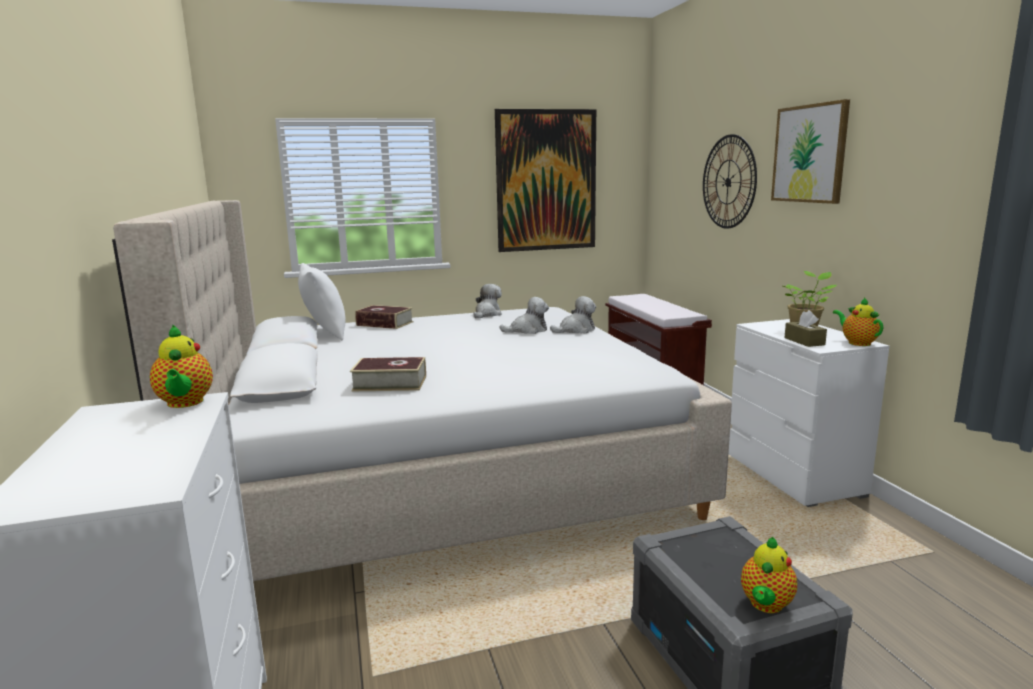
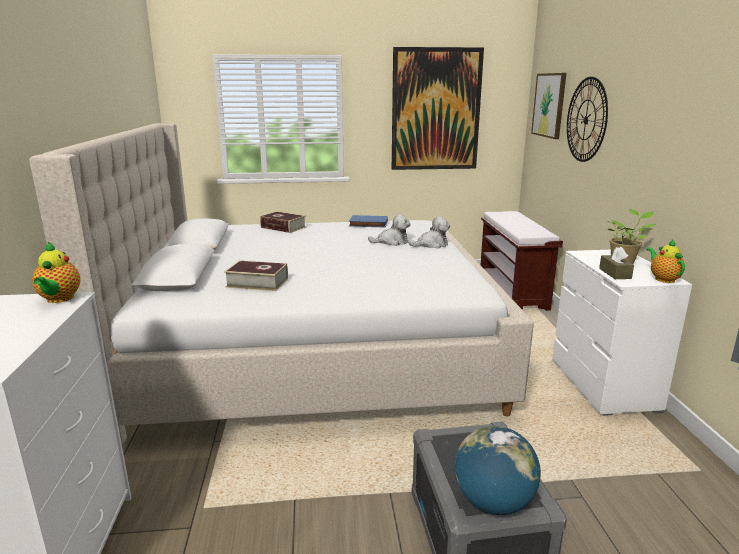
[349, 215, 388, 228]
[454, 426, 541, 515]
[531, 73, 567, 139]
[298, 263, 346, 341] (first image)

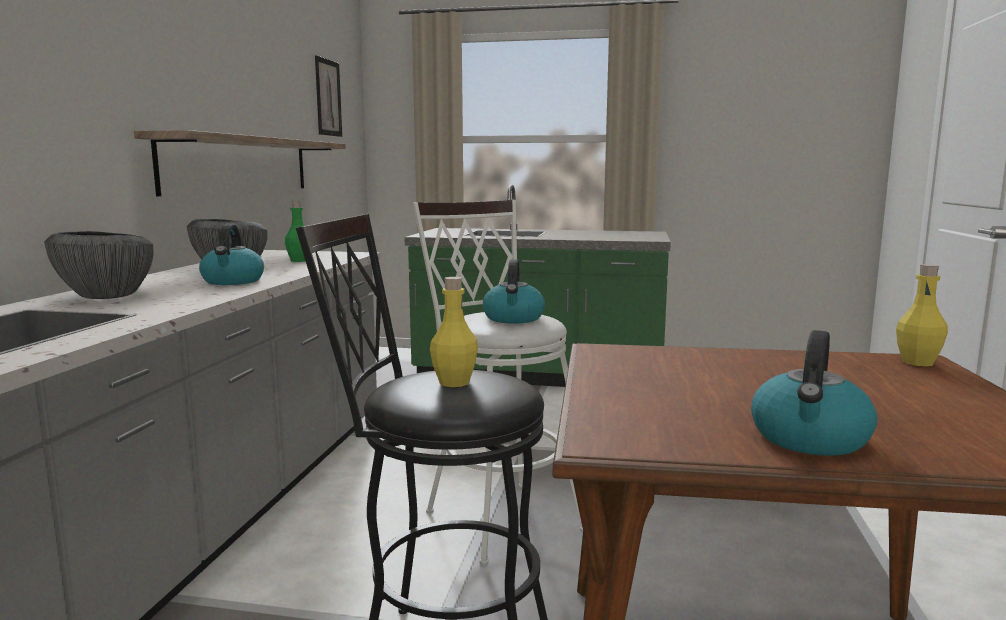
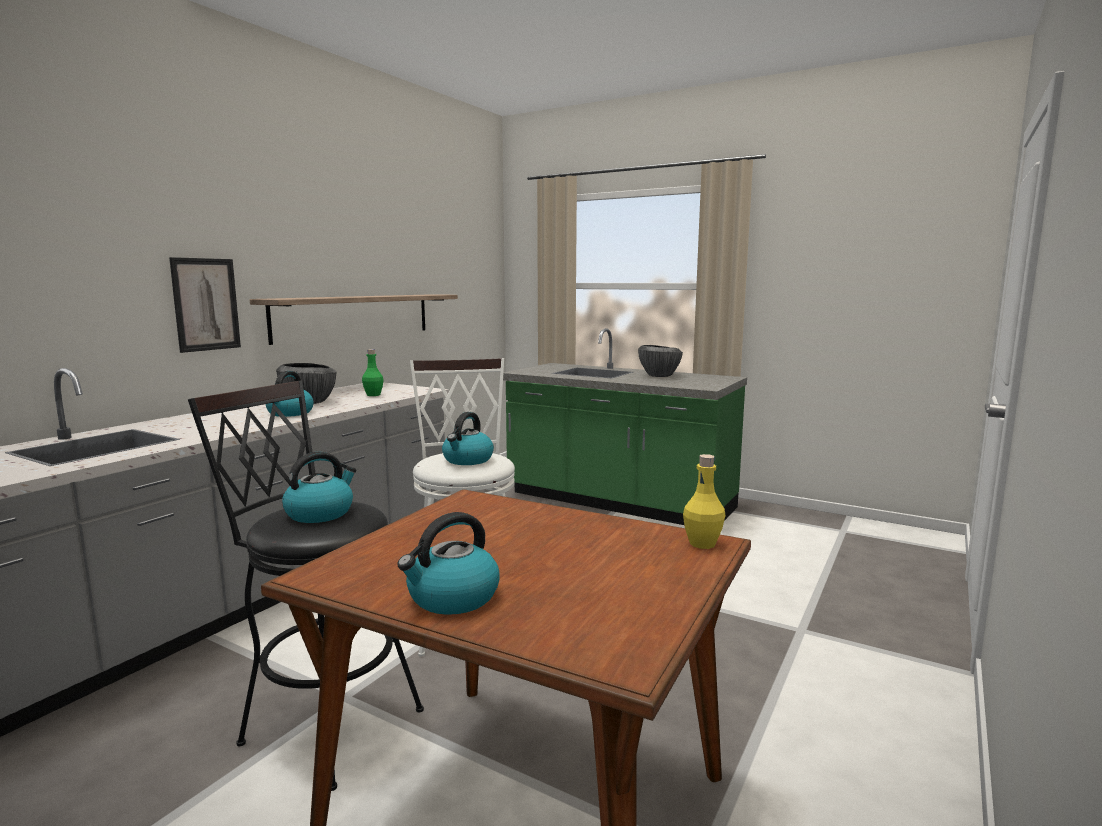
[169, 257, 241, 353]
[282, 452, 357, 523]
[638, 345, 683, 377]

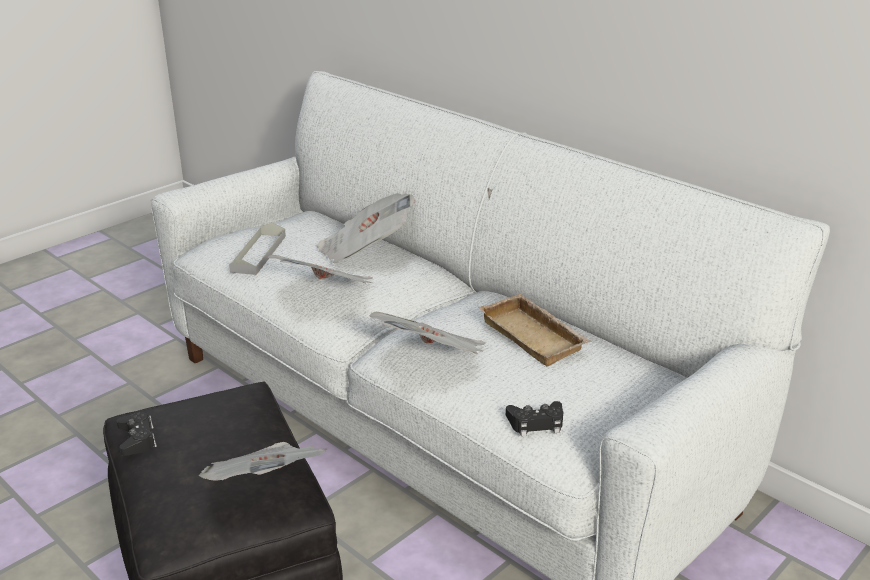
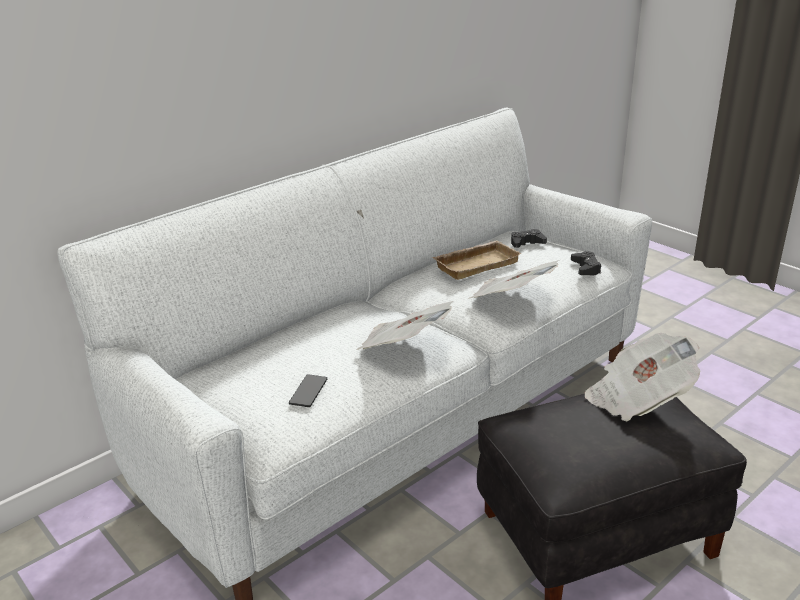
[289, 374, 327, 407]
[511, 229, 547, 248]
[317, 193, 415, 263] (first image)

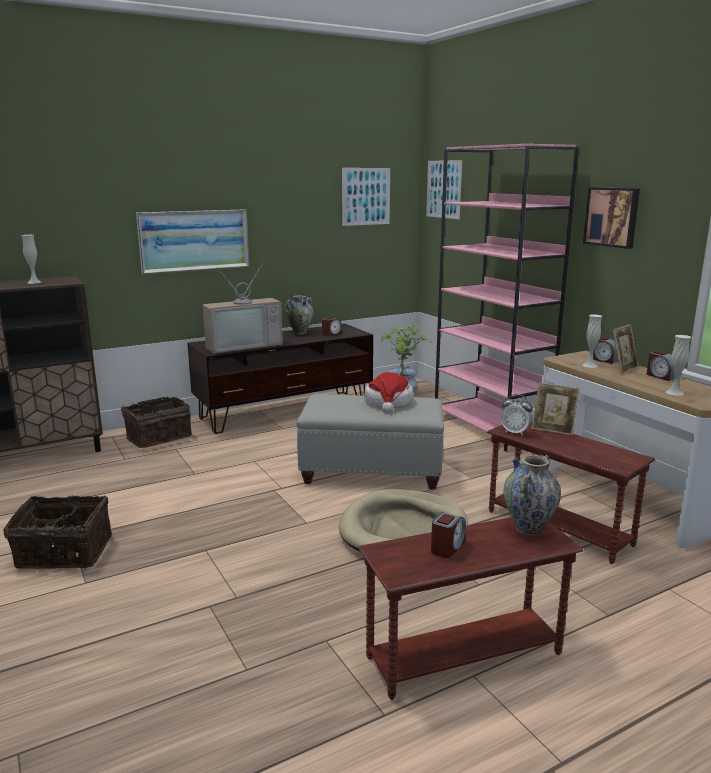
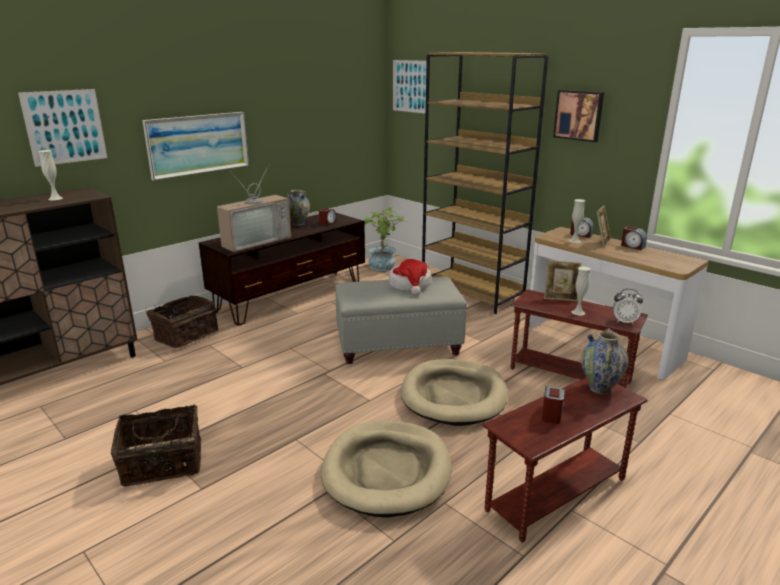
[18, 89, 107, 167]
[321, 421, 452, 517]
[422, 52, 549, 314]
[572, 266, 591, 316]
[613, 289, 643, 324]

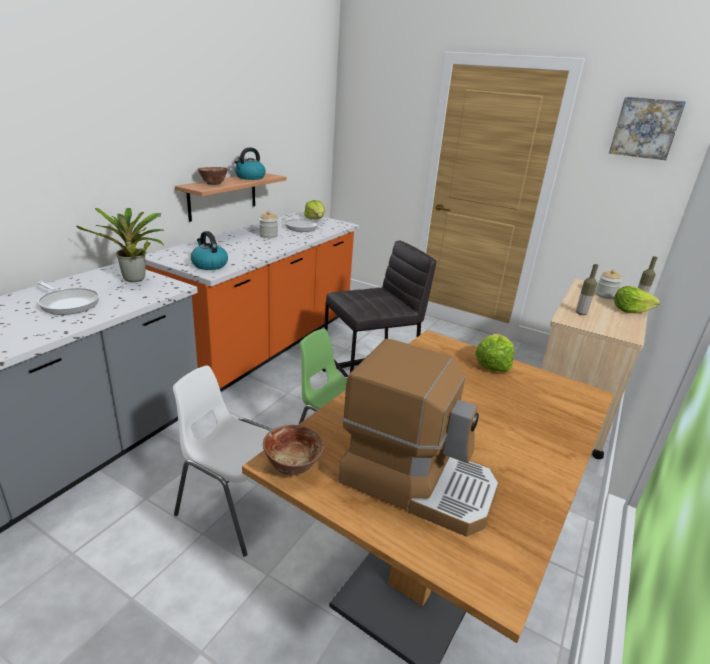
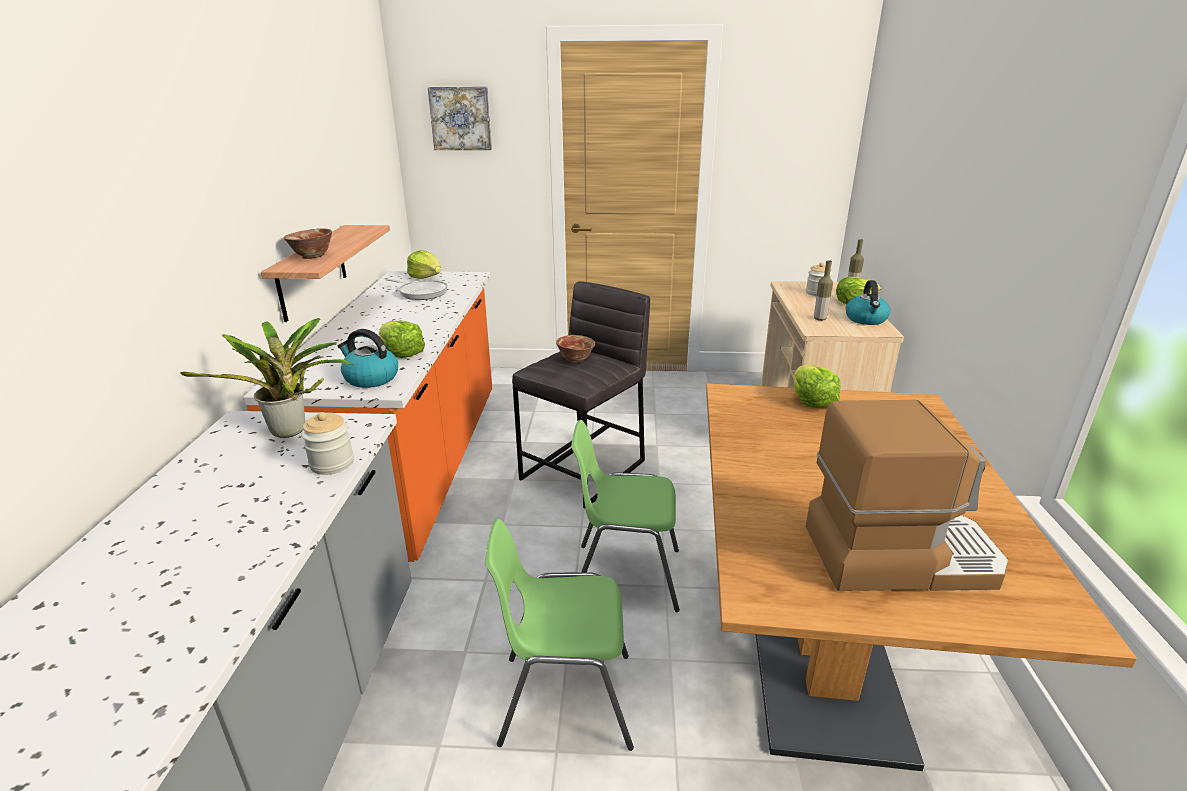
[301, 412, 354, 475]
[379, 321, 425, 358]
[428, 87, 492, 150]
[485, 519, 634, 751]
[556, 335, 595, 363]
[846, 280, 890, 325]
[38, 281, 99, 315] (first image)

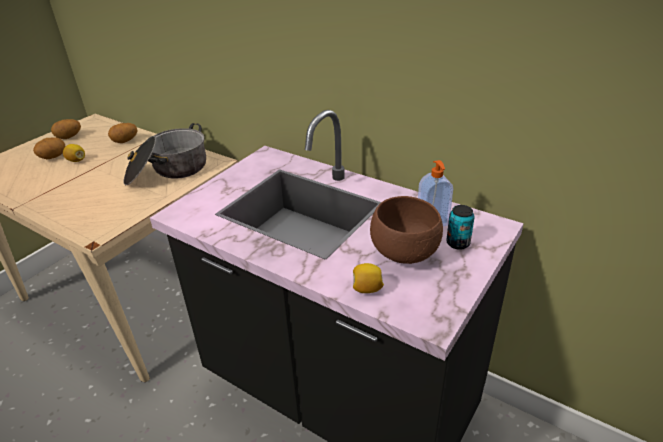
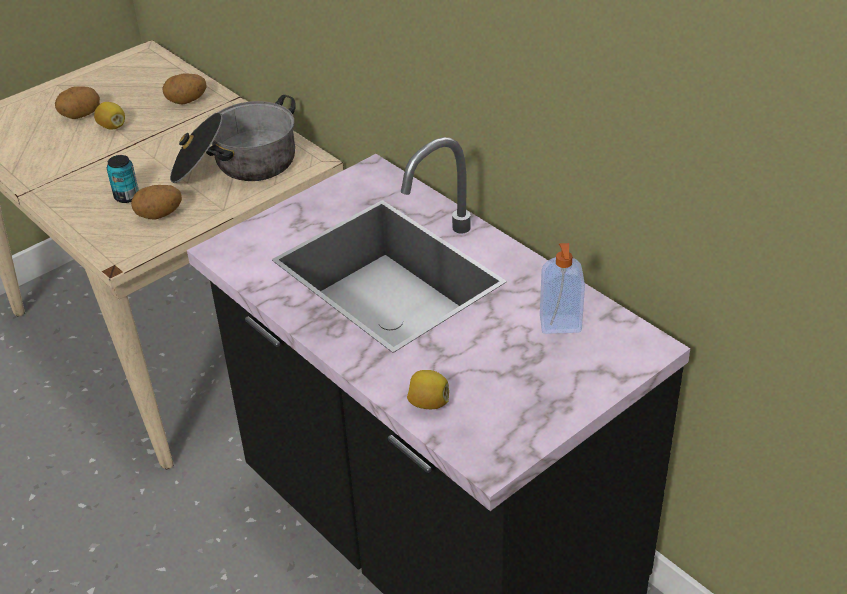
[107, 155, 139, 203]
[131, 185, 182, 220]
[370, 196, 443, 264] (first image)

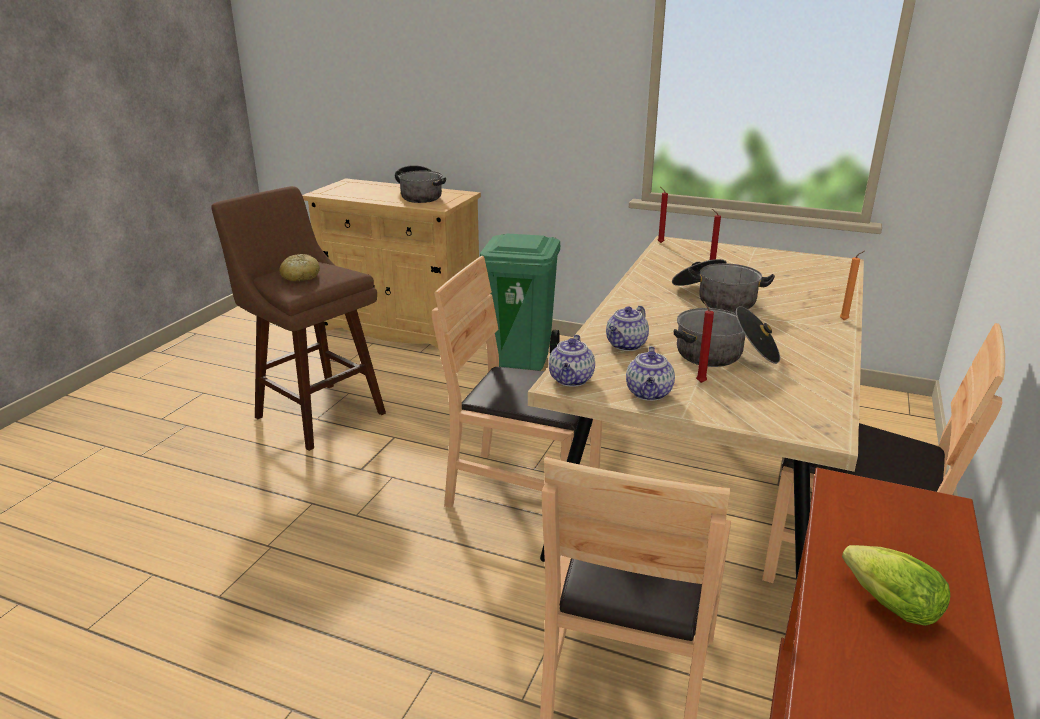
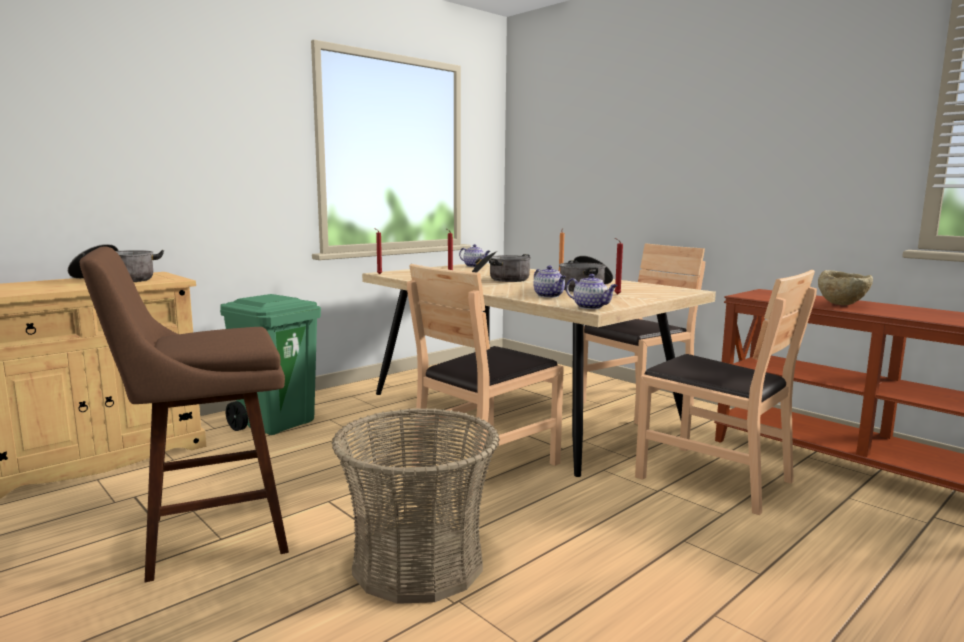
[331, 408, 500, 604]
[459, 244, 490, 267]
[818, 270, 873, 305]
[279, 254, 320, 281] (first image)

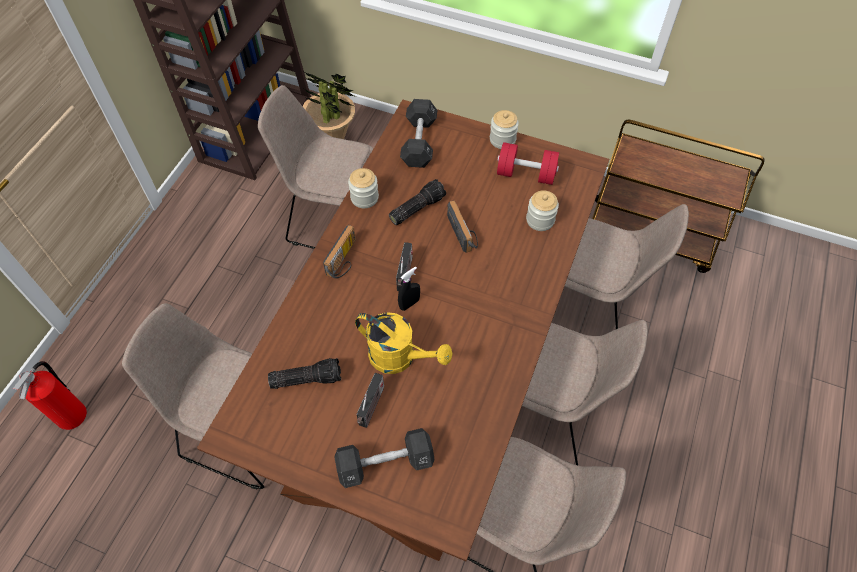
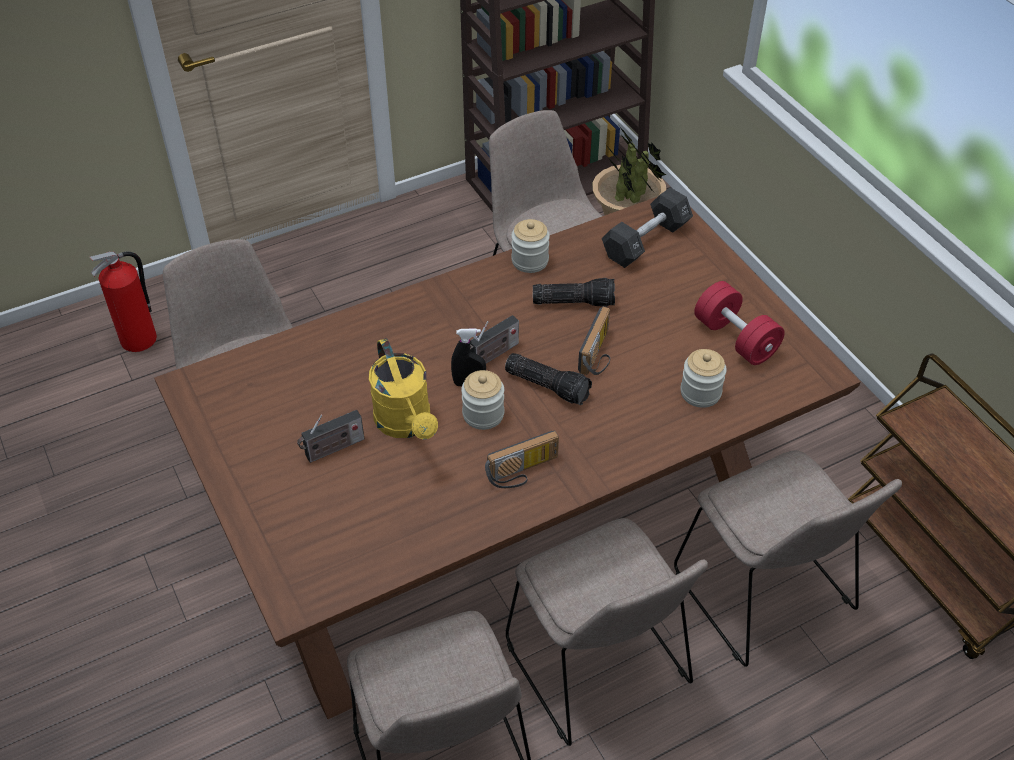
[461, 370, 504, 430]
[485, 431, 559, 488]
[505, 353, 592, 405]
[335, 428, 435, 488] (first image)

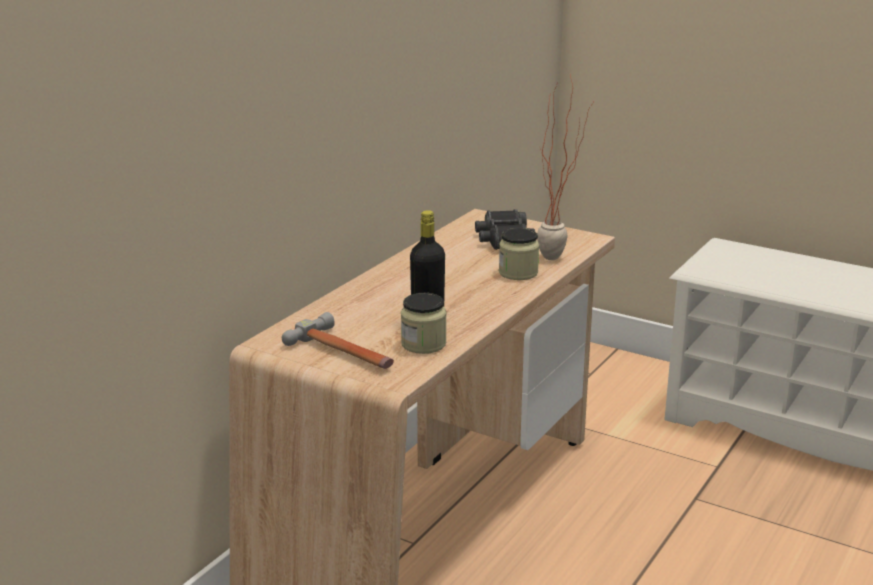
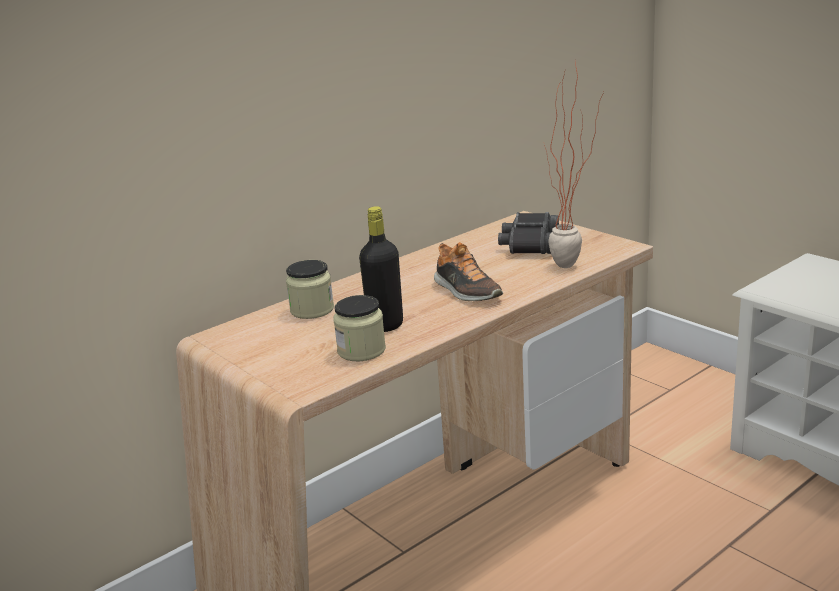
[286, 260, 334, 319]
[434, 242, 503, 301]
[282, 312, 394, 369] (first image)

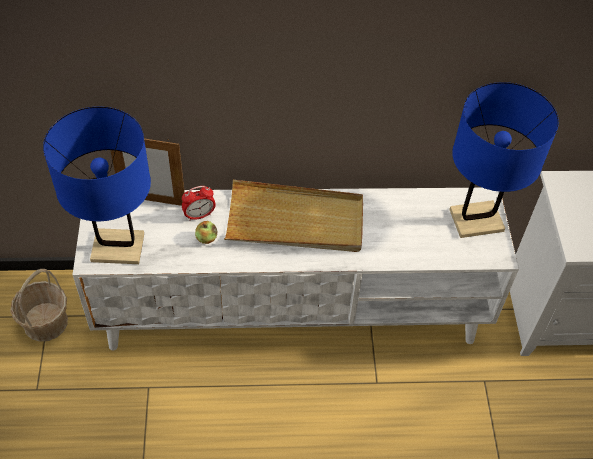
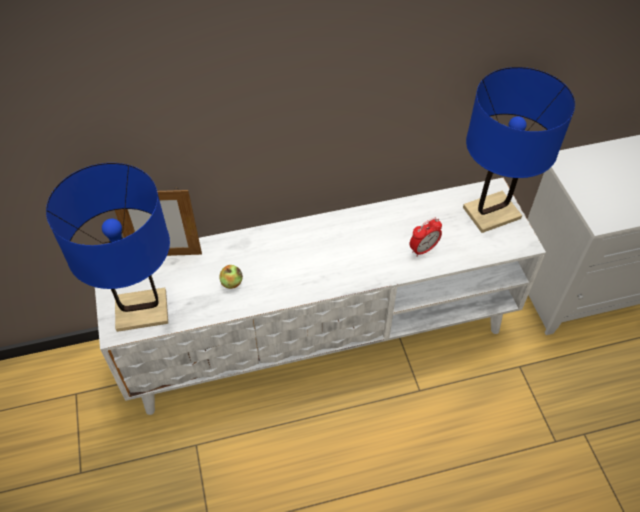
[410, 218, 442, 257]
[10, 269, 68, 342] (first image)
[224, 180, 363, 252] (first image)

